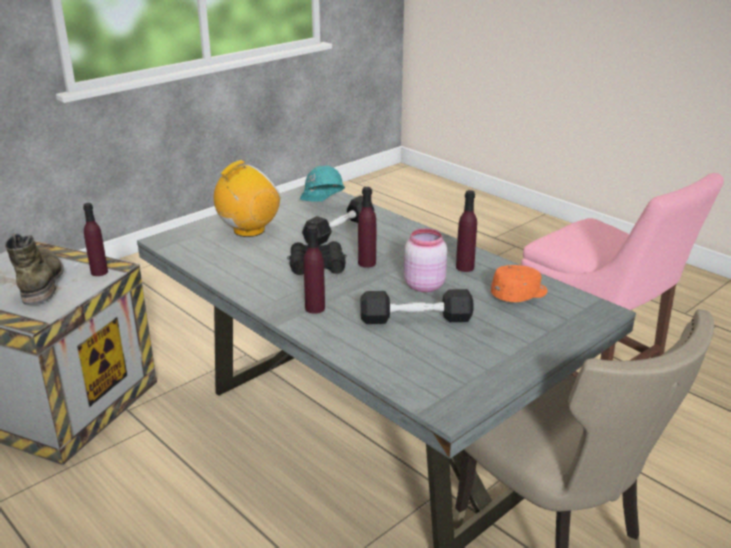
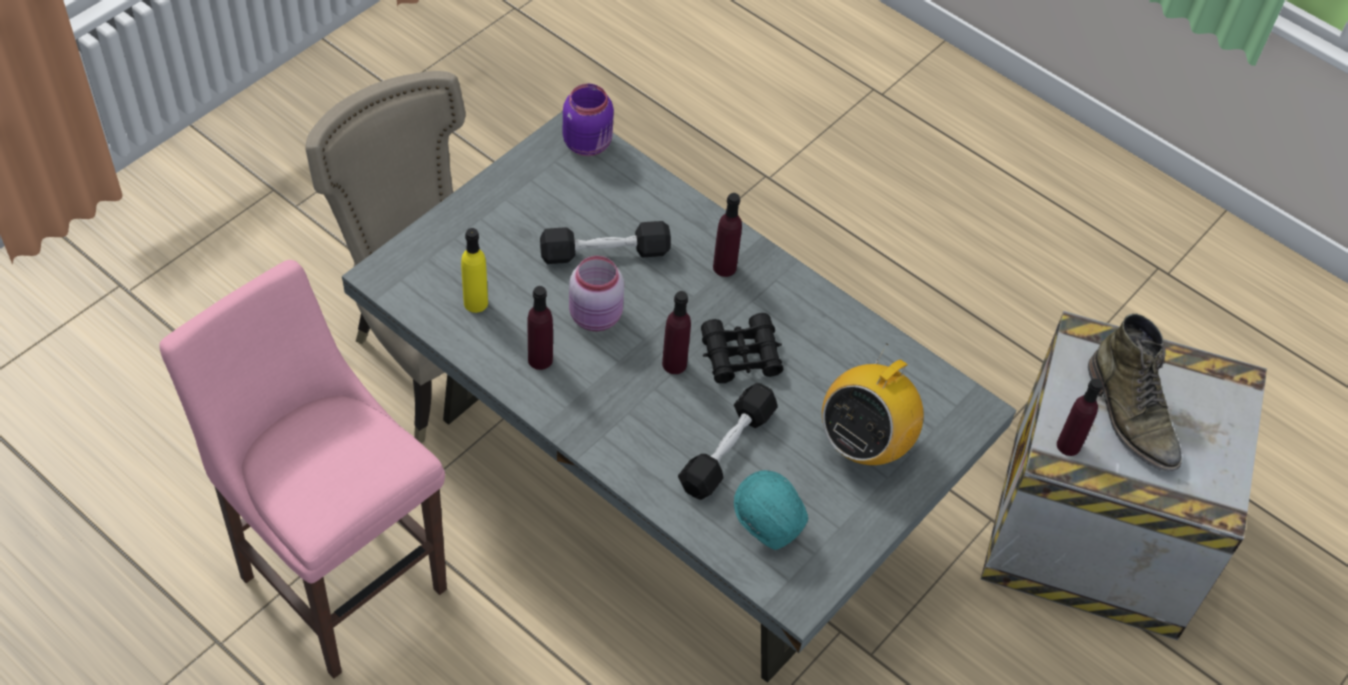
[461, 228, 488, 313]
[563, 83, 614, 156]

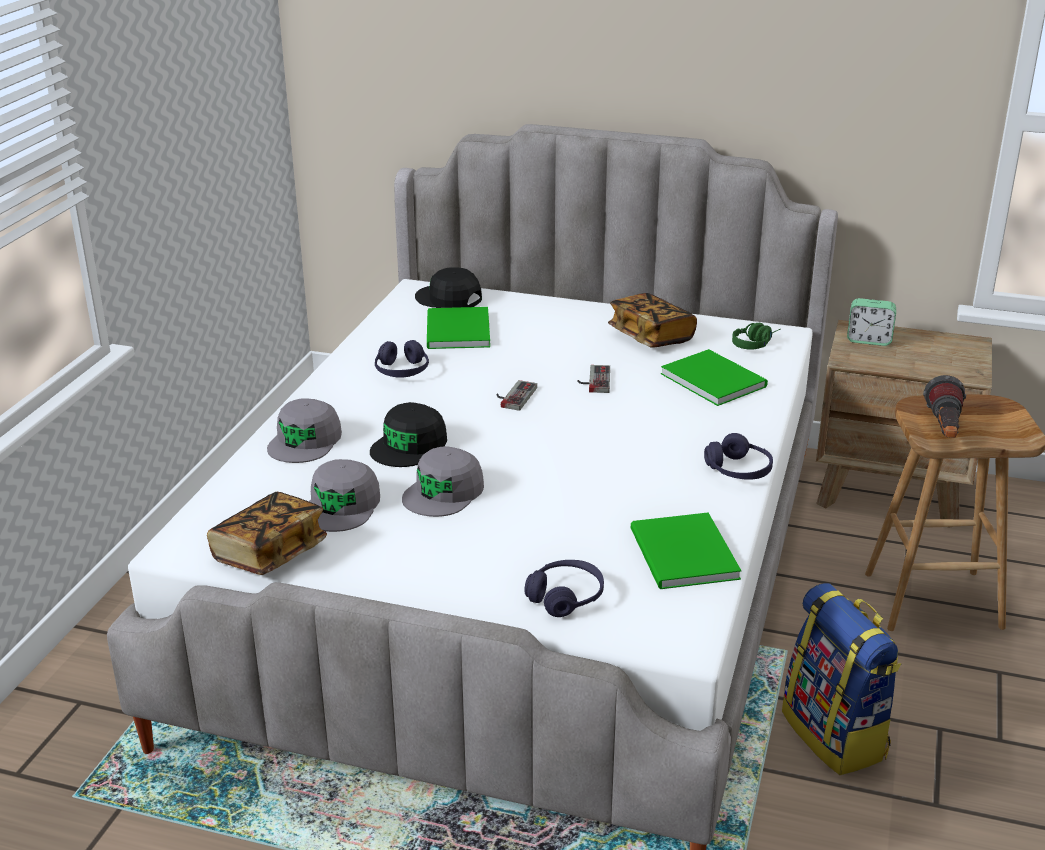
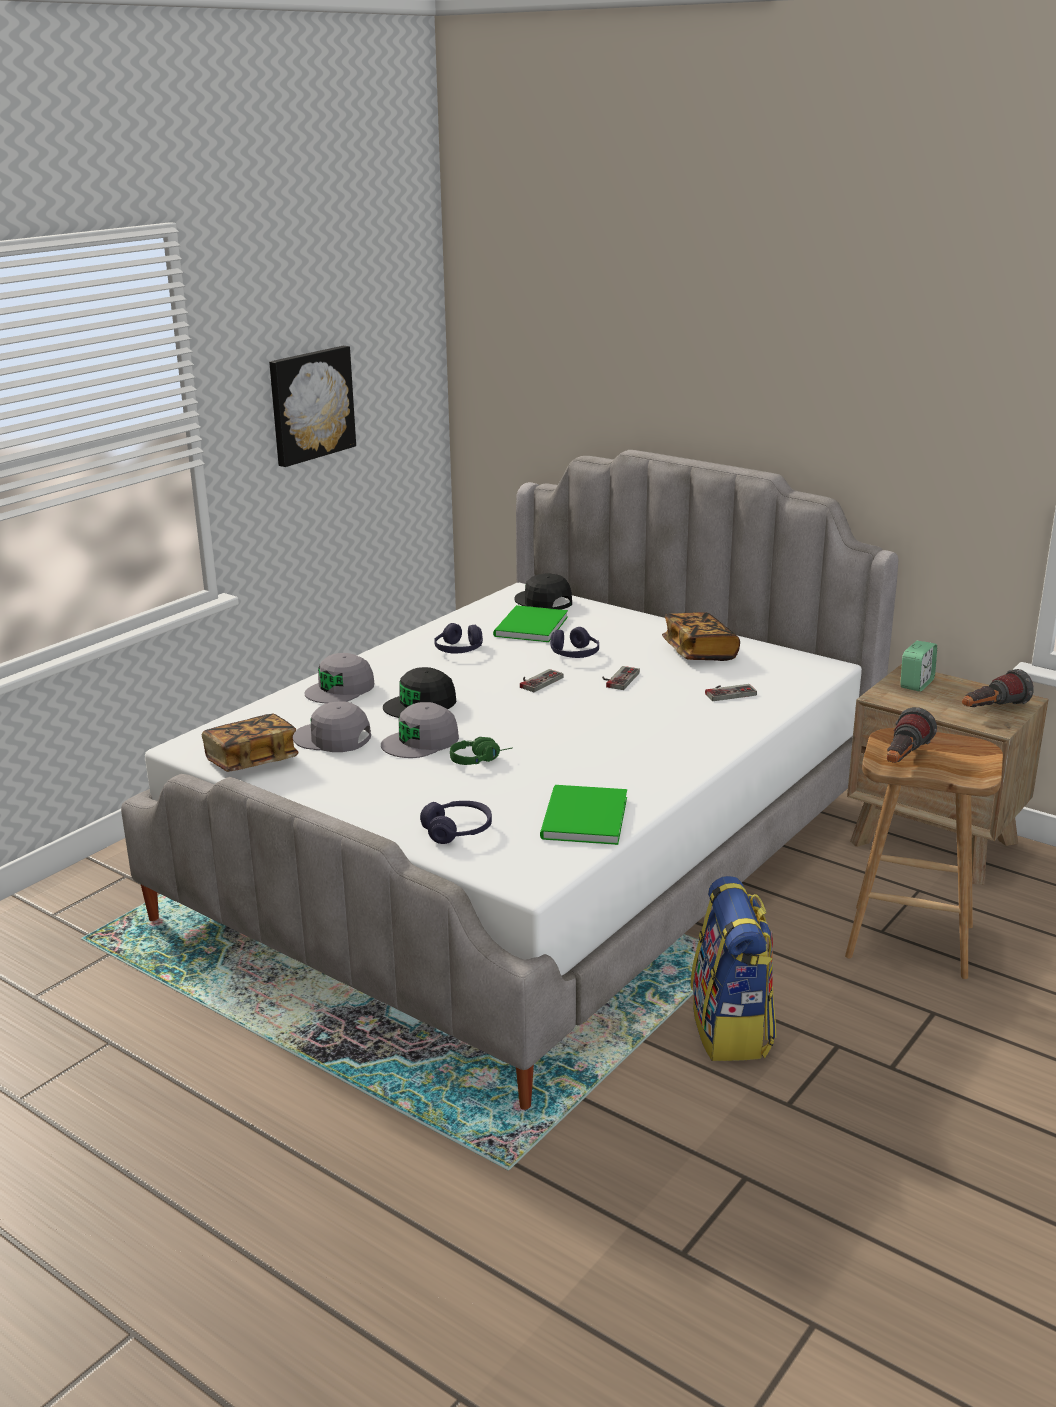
[269, 346, 356, 467]
[293, 702, 371, 752]
[450, 737, 513, 765]
[550, 627, 599, 658]
[705, 684, 757, 701]
[900, 641, 937, 691]
[962, 669, 1034, 707]

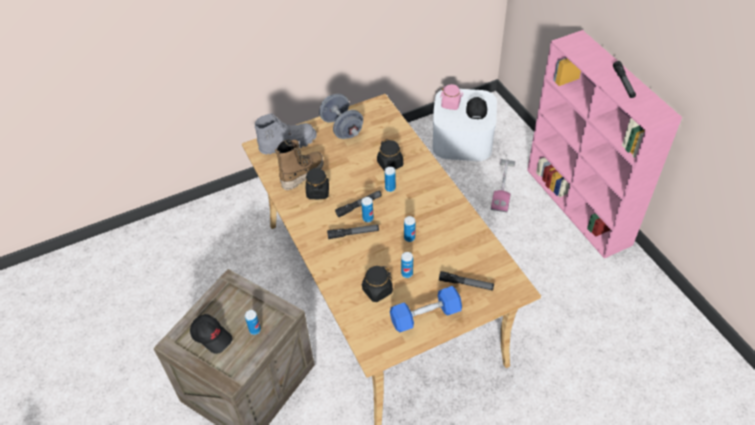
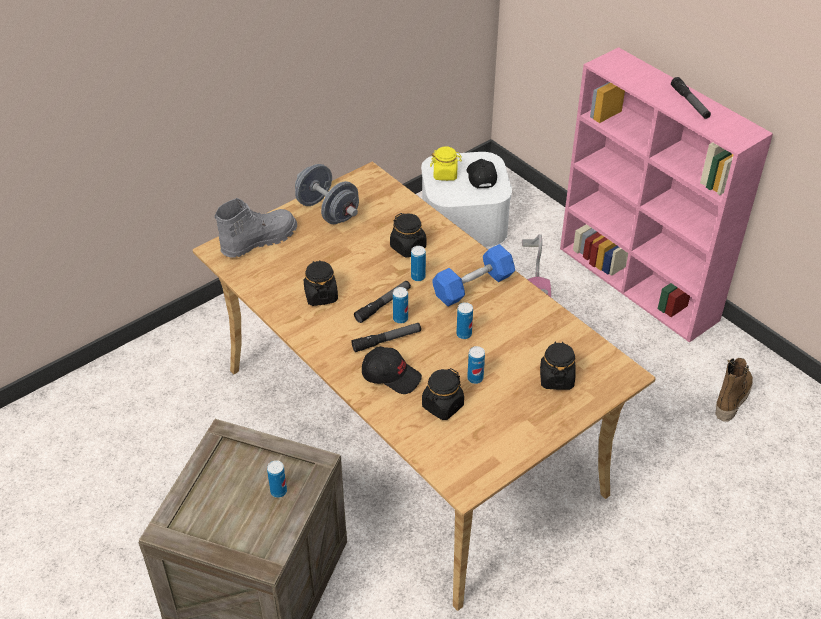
[362, 346, 422, 394]
[430, 147, 462, 181]
[432, 244, 515, 306]
[540, 341, 576, 390]
[716, 358, 753, 422]

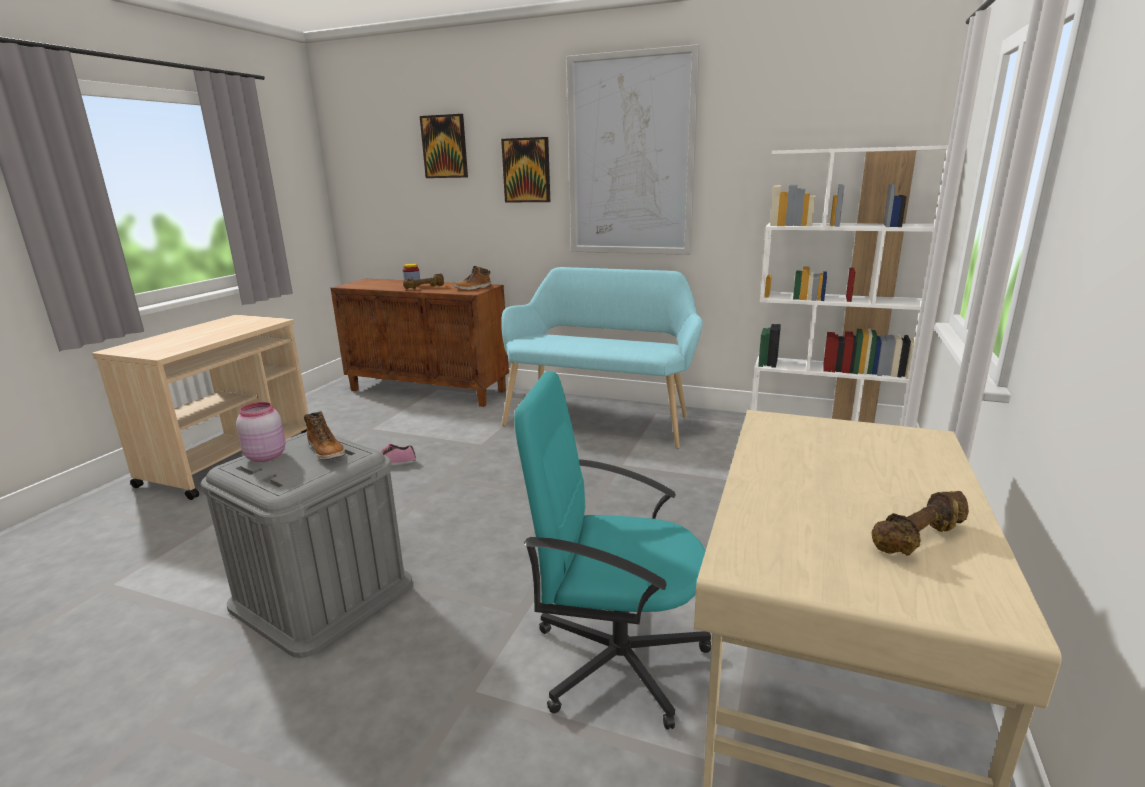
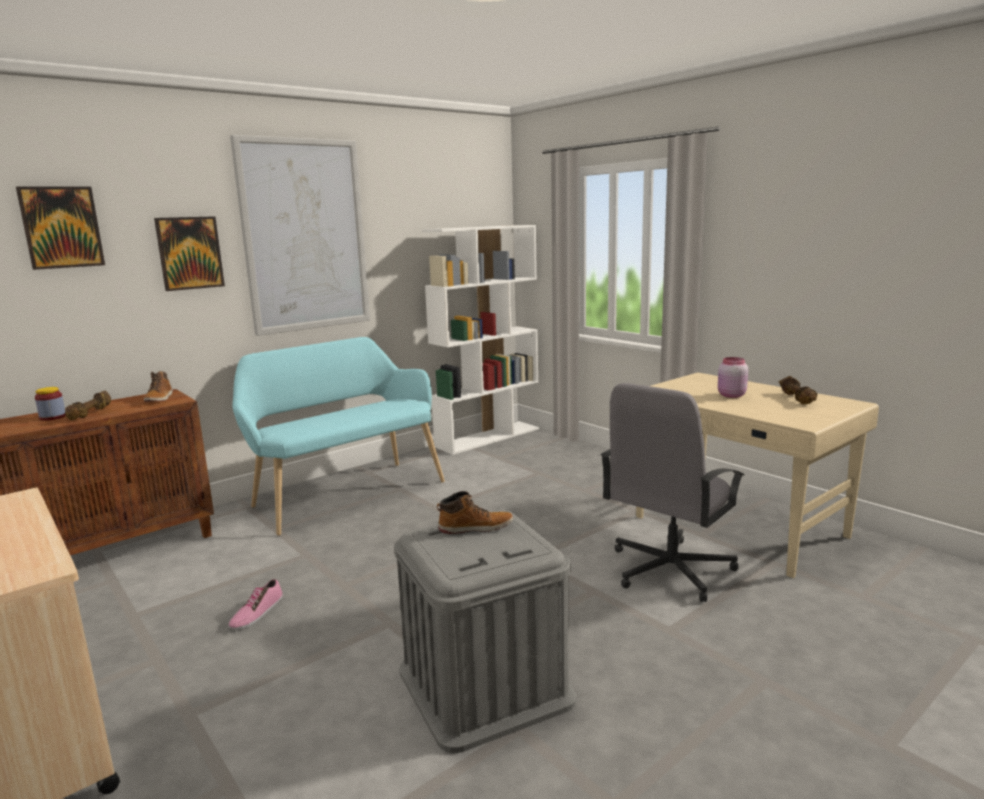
[600, 383, 744, 602]
[718, 357, 748, 398]

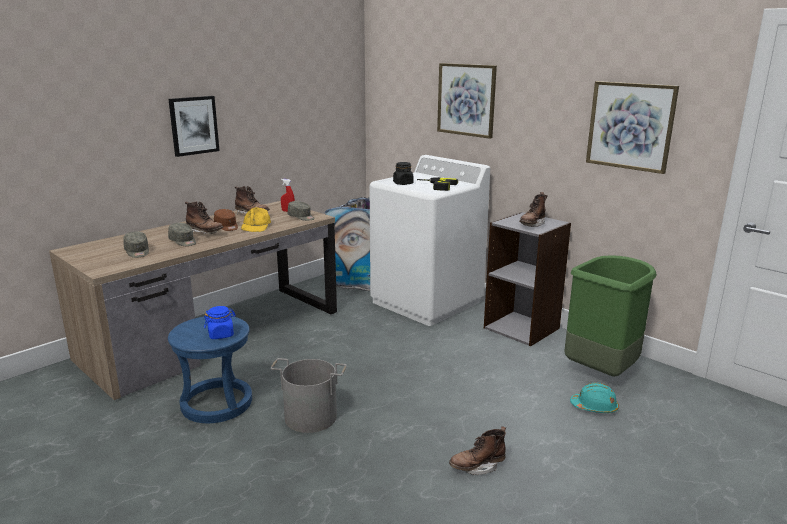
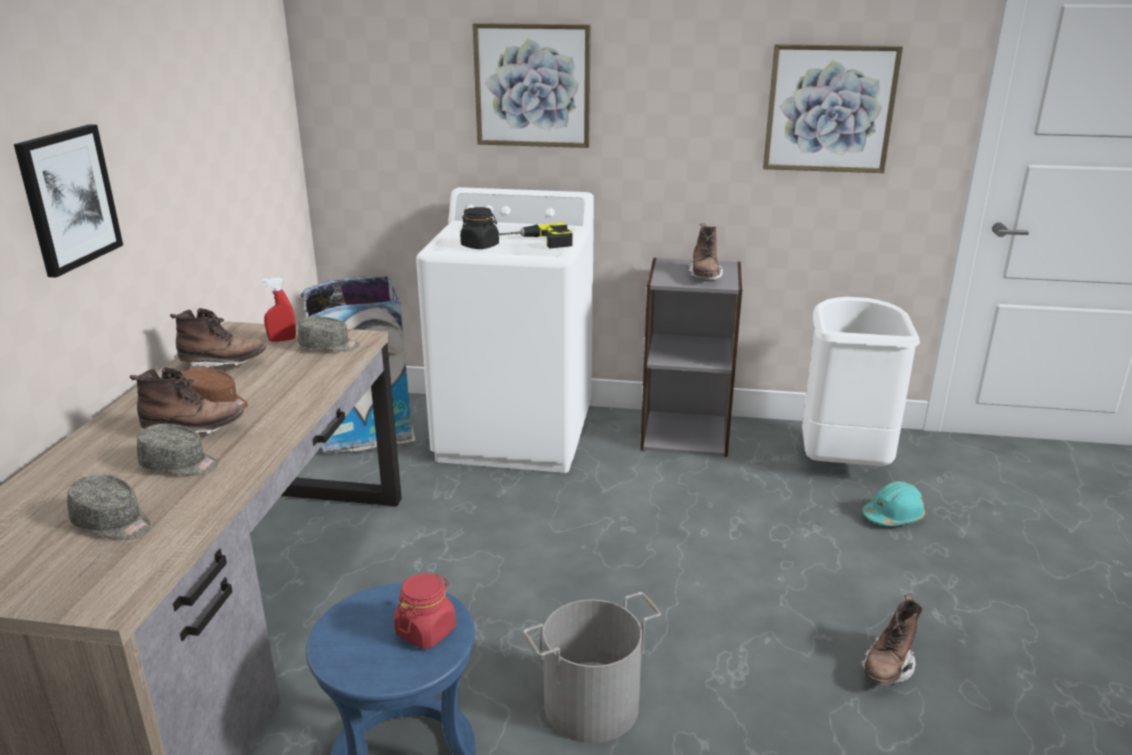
[394, 573, 456, 649]
[802, 297, 920, 466]
[241, 207, 271, 232] (first image)

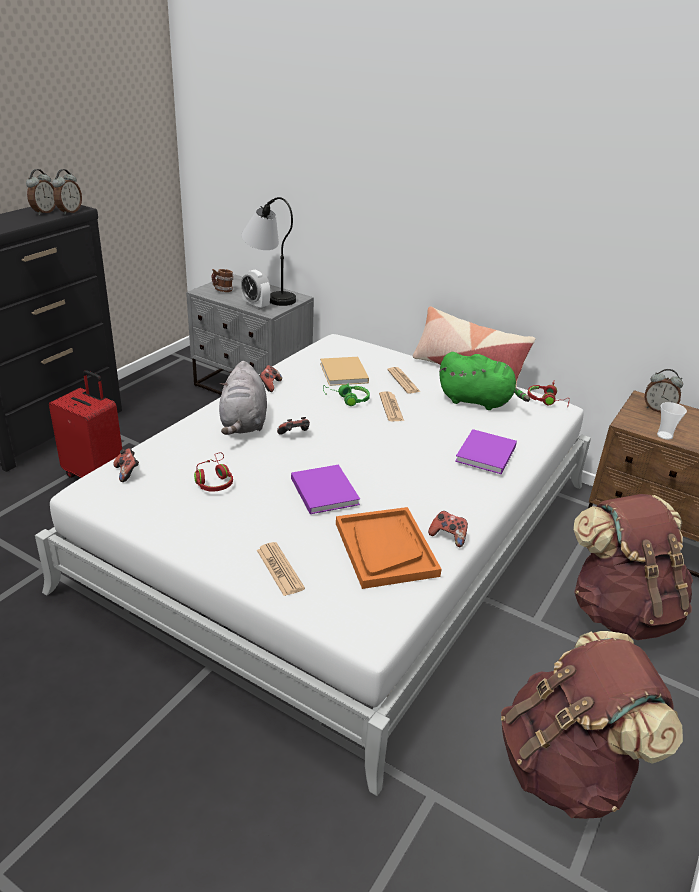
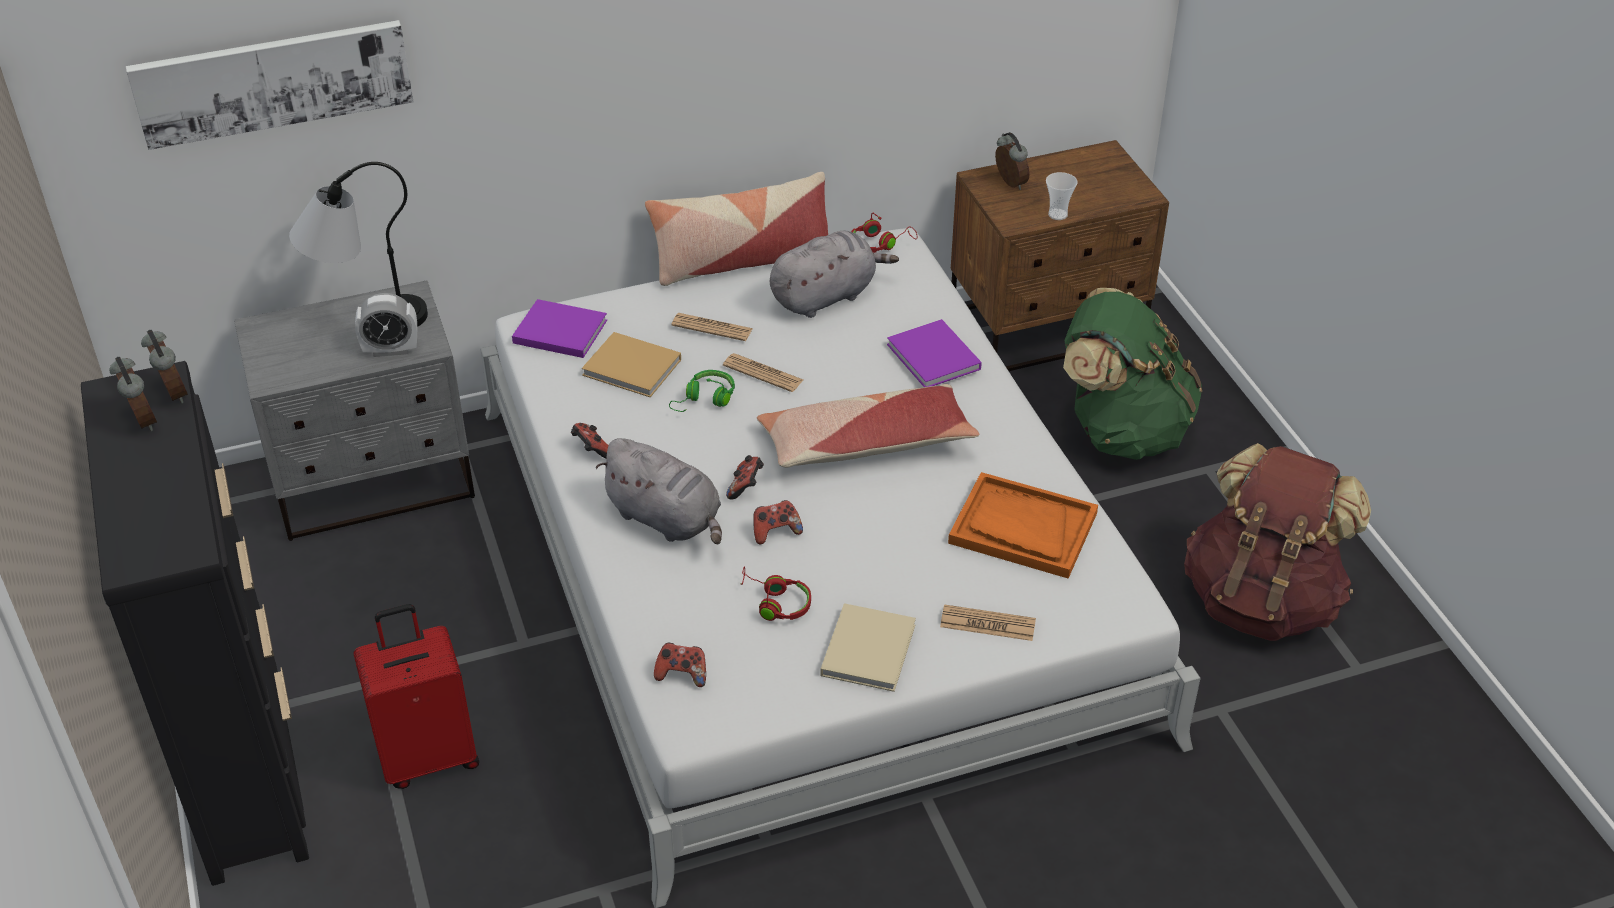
[126, 20, 413, 150]
[512, 299, 607, 358]
[754, 500, 803, 544]
[757, 384, 979, 468]
[770, 231, 899, 318]
[821, 603, 916, 692]
[995, 132, 1030, 190]
[1063, 288, 1202, 460]
[212, 269, 234, 292] (first image)

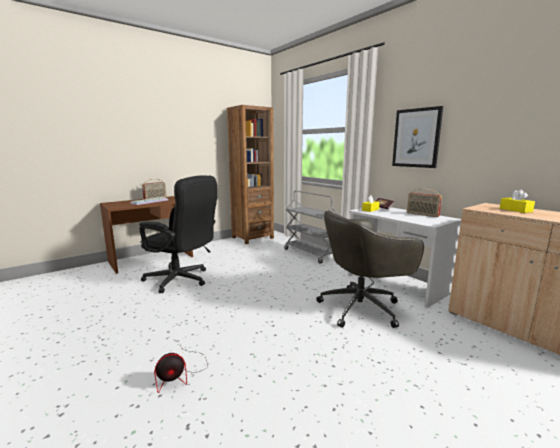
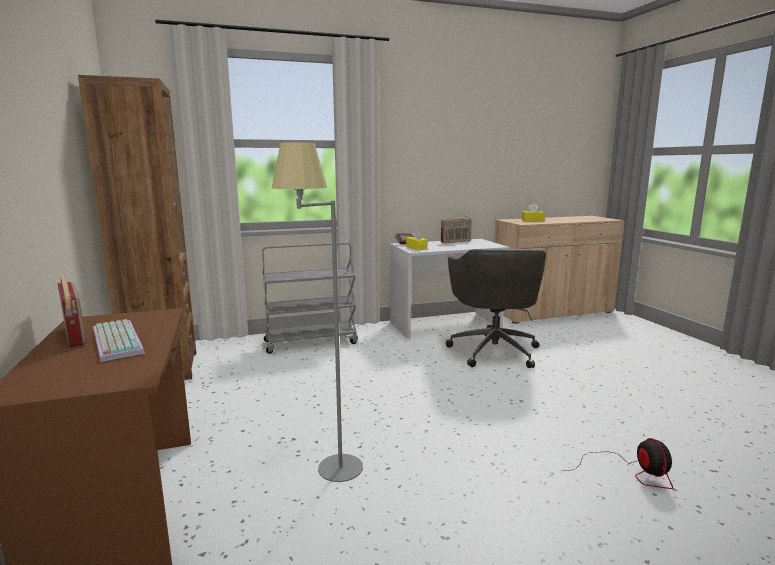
[272, 142, 363, 482]
[392, 106, 443, 168] (first image)

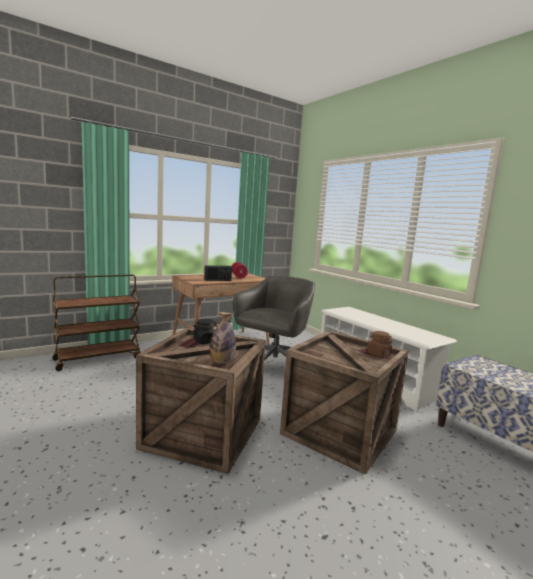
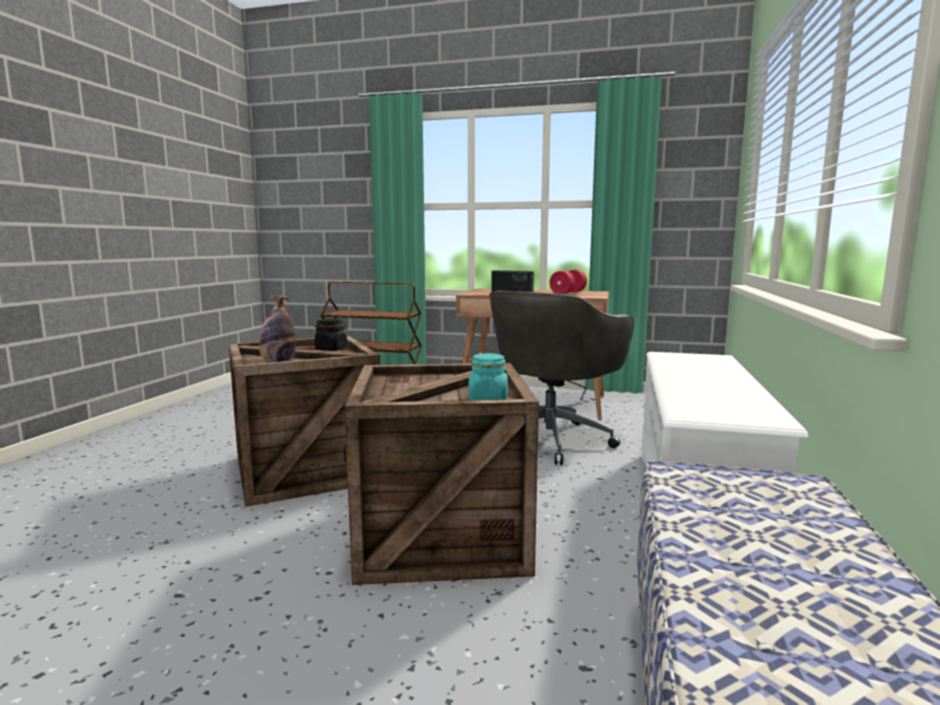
[468, 353, 508, 400]
[489, 291, 634, 465]

